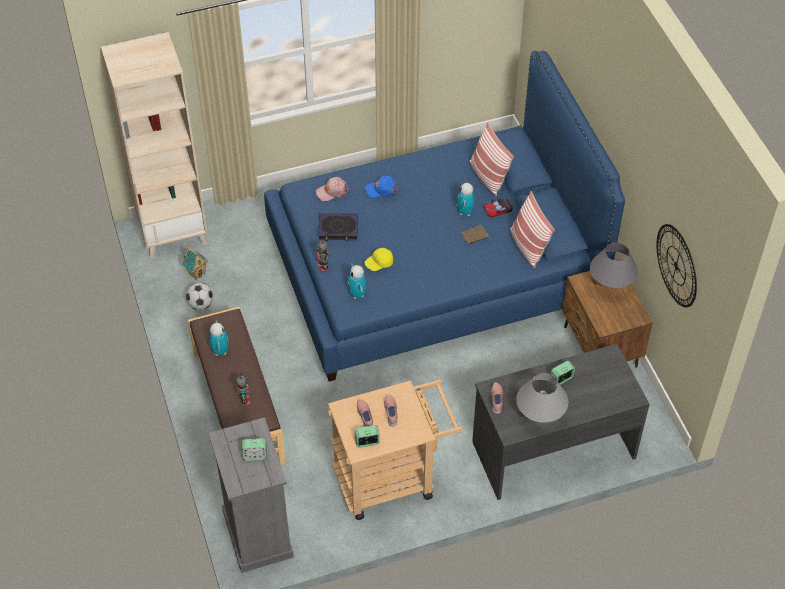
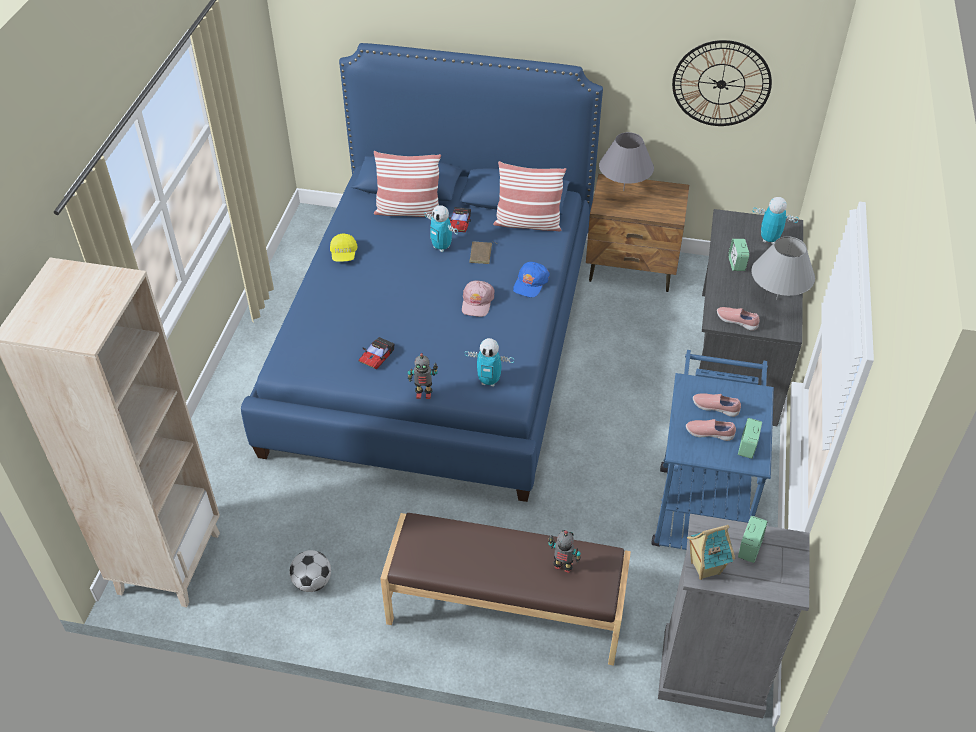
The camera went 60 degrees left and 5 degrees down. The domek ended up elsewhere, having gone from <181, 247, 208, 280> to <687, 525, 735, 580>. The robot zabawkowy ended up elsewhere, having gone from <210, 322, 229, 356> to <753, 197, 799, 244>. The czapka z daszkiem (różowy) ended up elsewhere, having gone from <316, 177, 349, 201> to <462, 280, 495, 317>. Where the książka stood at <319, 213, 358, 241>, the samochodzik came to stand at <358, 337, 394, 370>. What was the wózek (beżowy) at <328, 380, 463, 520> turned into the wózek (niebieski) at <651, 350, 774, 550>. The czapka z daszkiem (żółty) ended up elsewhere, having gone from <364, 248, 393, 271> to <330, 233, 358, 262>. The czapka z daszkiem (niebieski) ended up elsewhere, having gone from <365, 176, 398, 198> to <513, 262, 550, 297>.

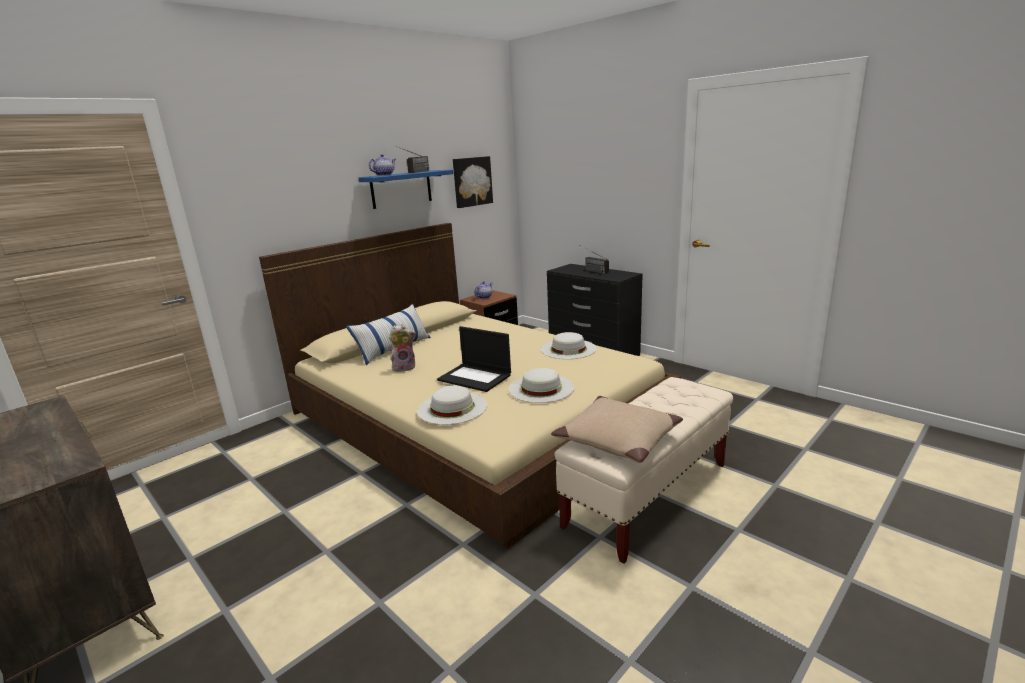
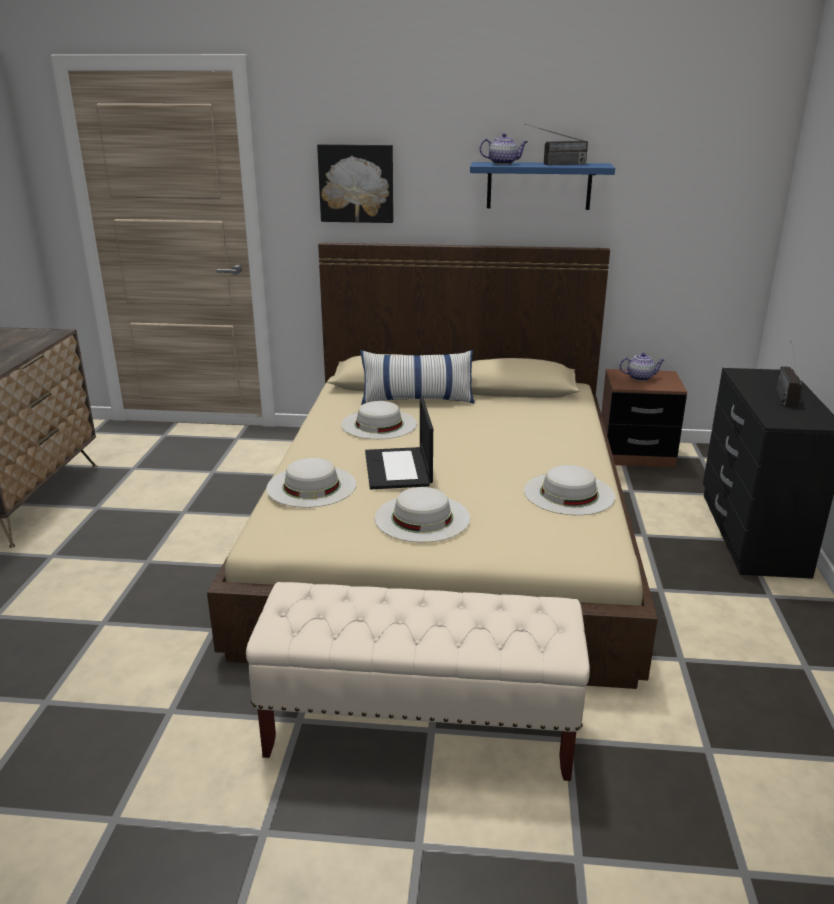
The camera went 50 degrees right and 5 degrees up. Where the pluszak stood at <389, 324, 416, 372>, the kapelusz (biały) came to stand at <341, 401, 417, 439>. The obraz ended up elsewhere, having gone from <453, 156, 493, 208> to <317, 144, 394, 223>. The second view lost the poduszka (beżowy) at <551, 396, 683, 463>.

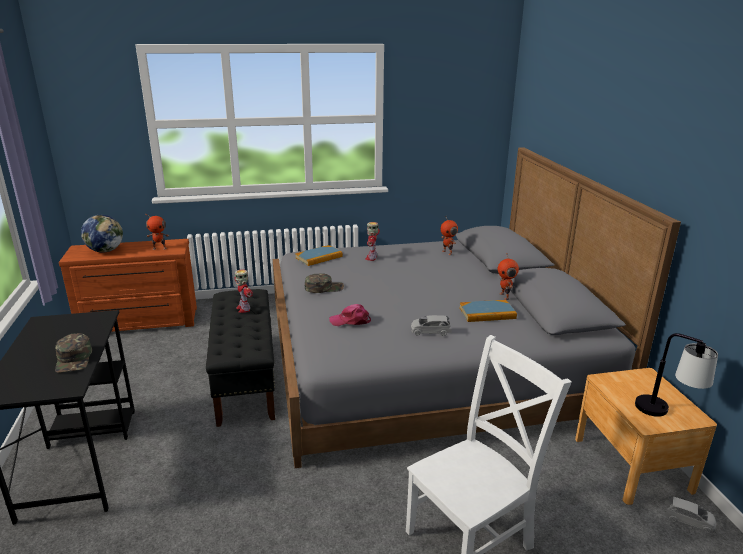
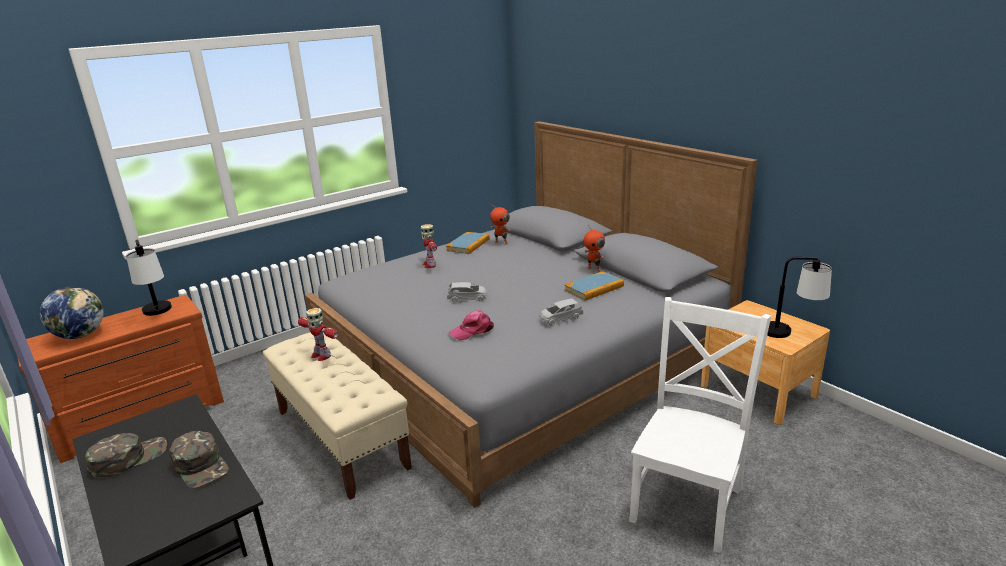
The camera went 25 degrees left and 0 degrees up. Where the robot zabawkowy stood at <145, 214, 169, 250>, the lampa stołowa came to stand at <126, 240, 172, 316>. What was the ławka (czarny) at <206, 289, 275, 427> turned into the ławka (beżowy) at <263, 332, 412, 500>. The książka ended up elsewhere, having gone from <295, 245, 343, 266> to <446, 232, 490, 254>. The czapka z daszkiem (zielony) ended up elsewhere, having gone from <305, 273, 344, 293> to <85, 433, 167, 478>. The samochodzik (szary) ended up elsewhere, having gone from <664, 496, 716, 534> to <447, 282, 487, 302>.

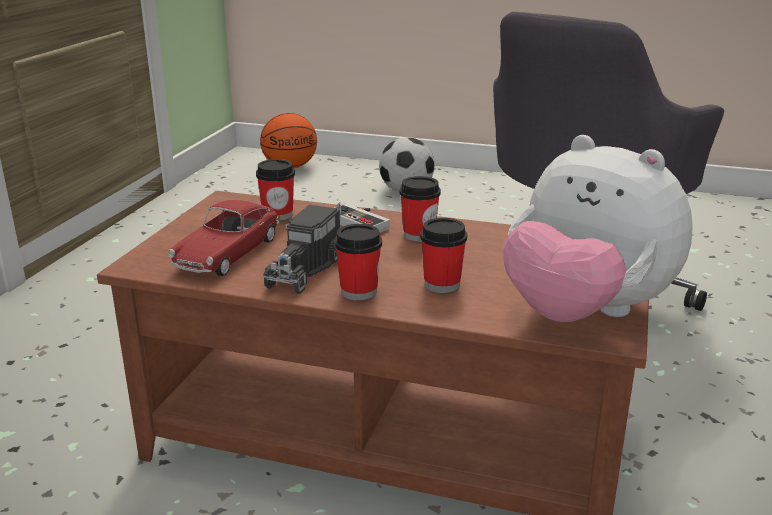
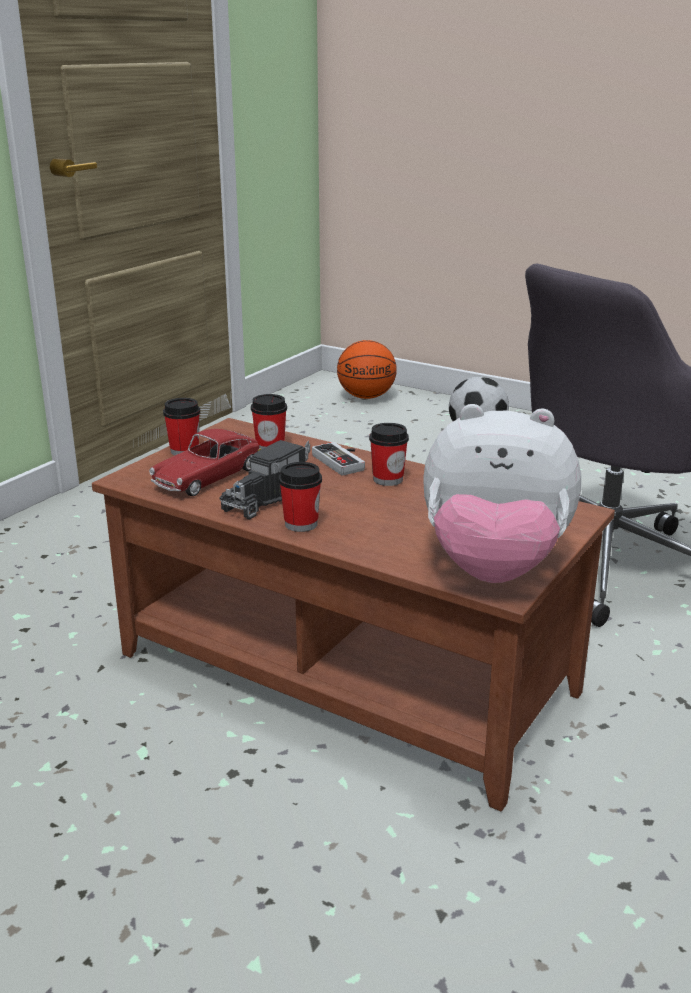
The camera went 15 degrees right and 0 degrees up. The filiżanka ended up elsewhere, having gone from <420, 218, 467, 293> to <163, 398, 200, 455>. The pluszak at <503, 135, 693, 322> ended up facing another way, 45 degrees counterclockwise from before.

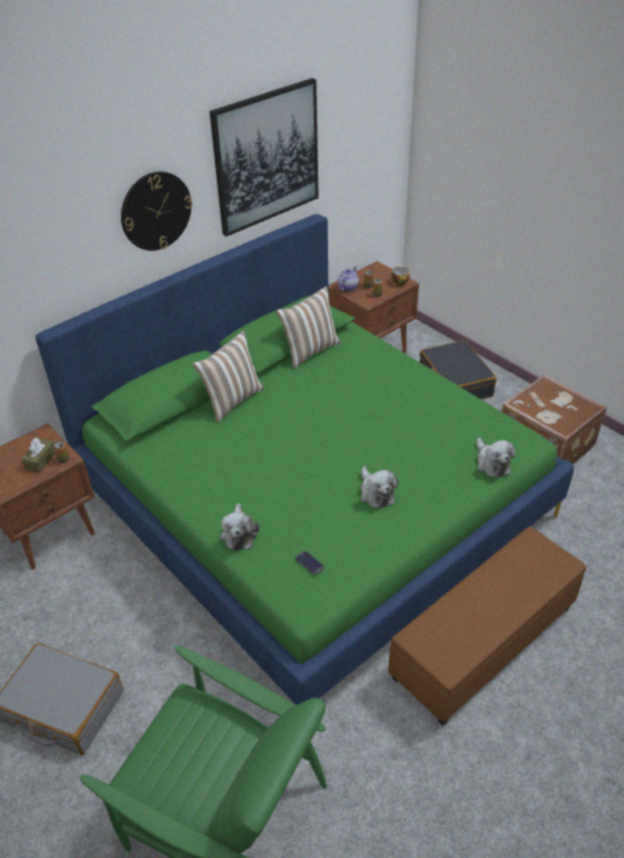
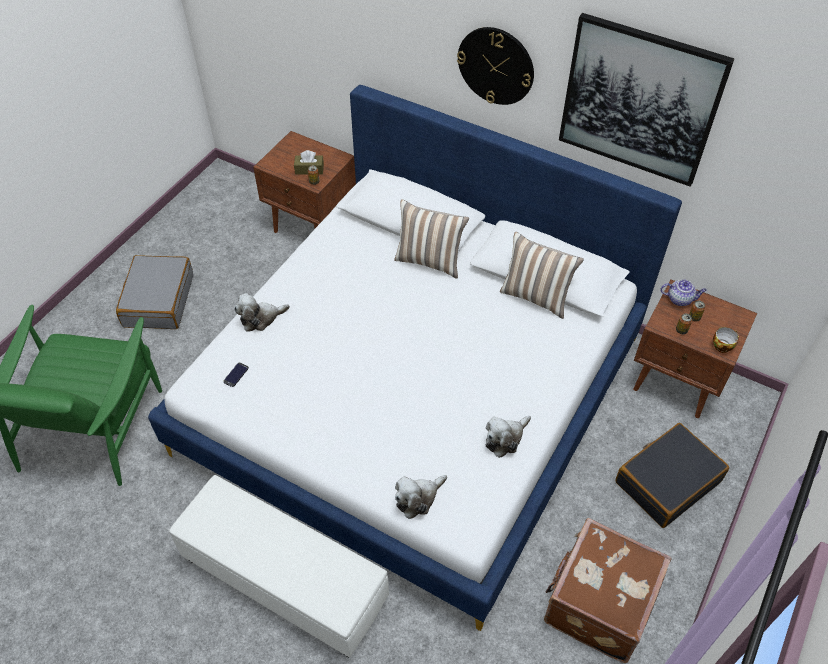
The camera went 70 degrees right and 10 degrees up. What was the łóżko (zielony) at <35, 214, 574, 705> turned into the łóżko (biały) at <148, 85, 682, 631>. The pluszak ended up elsewhere, having gone from <361, 466, 398, 509> to <486, 416, 531, 458>. What was the pufa (brązowy) at <388, 527, 586, 725> turned into the pufa (biały) at <169, 475, 389, 657>.

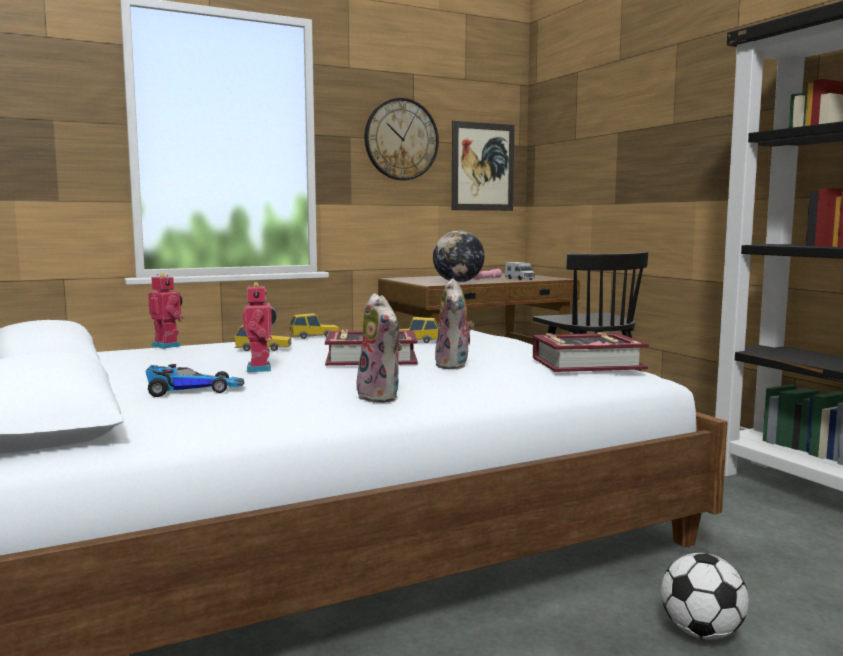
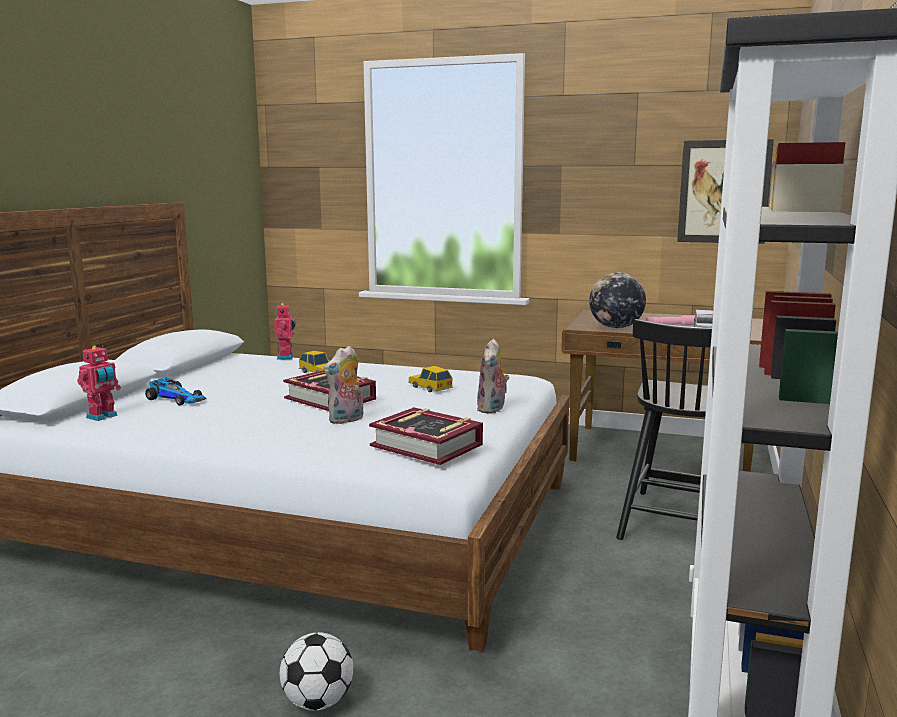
The camera went 45 degrees right and 5 degrees up. The robot zabawkowy ended up elsewhere, having gone from <243, 282, 277, 372> to <77, 345, 121, 421>. The second view lost the samochodzik at <289, 313, 340, 339>. The pluszak ended up elsewhere, having gone from <357, 293, 402, 403> to <477, 339, 509, 414>. The second view lost the zegar ścienny at <365, 98, 439, 180>.

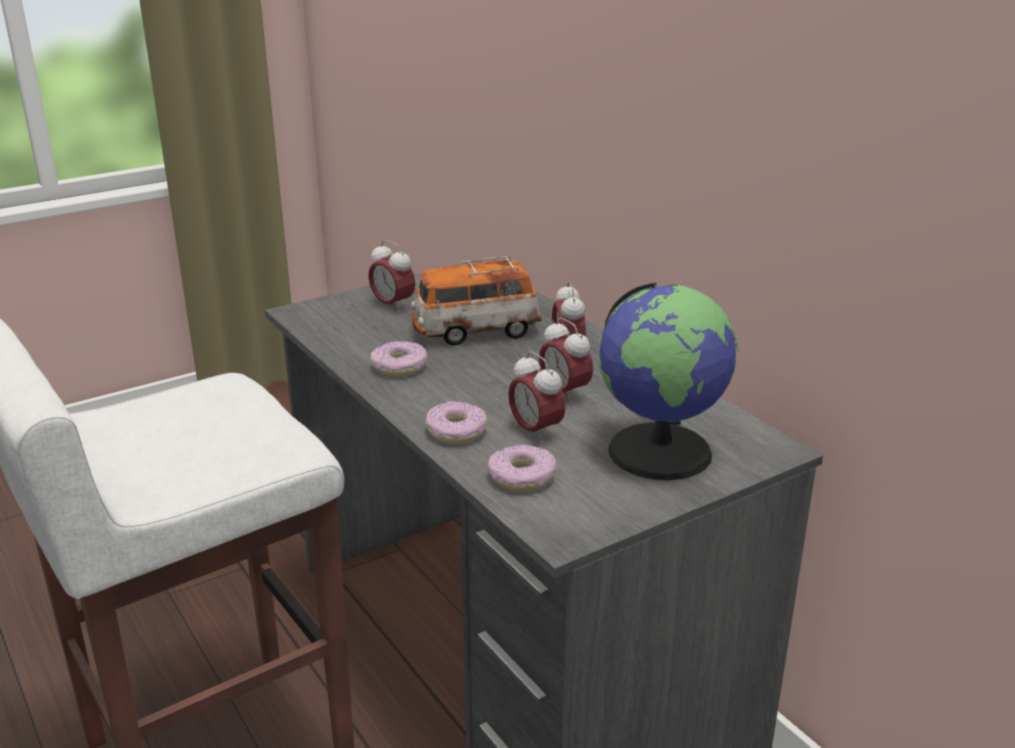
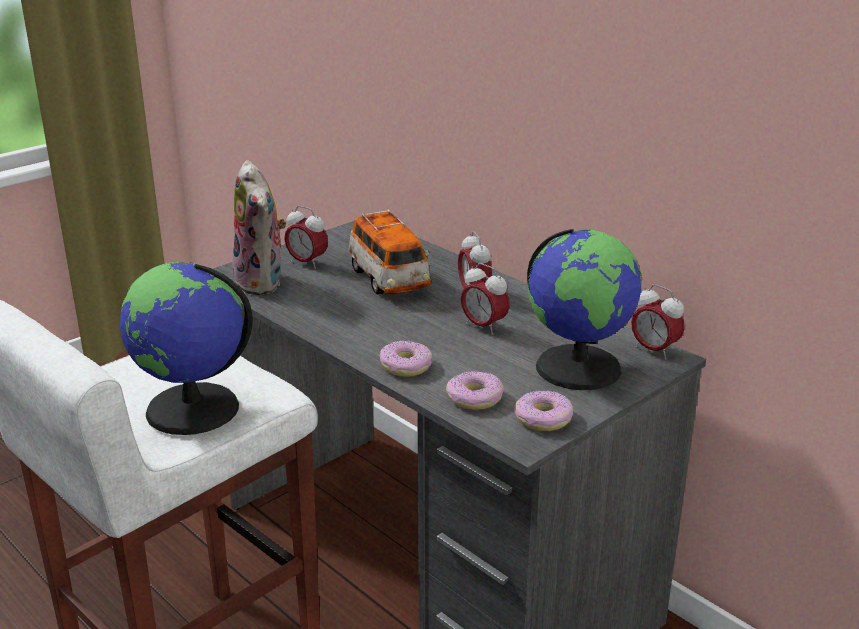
The camera went 10 degrees left and 0 degrees up. The donut ended up elsewhere, having gone from <370, 341, 428, 377> to <514, 391, 573, 431>. The samochodzik at <411, 256, 542, 345> ended up facing another way, 90 degrees counterclockwise from before. The budzik ended up elsewhere, having gone from <508, 352, 565, 444> to <631, 285, 685, 360>. The second view gained the globus at <120, 262, 253, 435>. The second view gained the pluszak at <232, 160, 286, 295>.

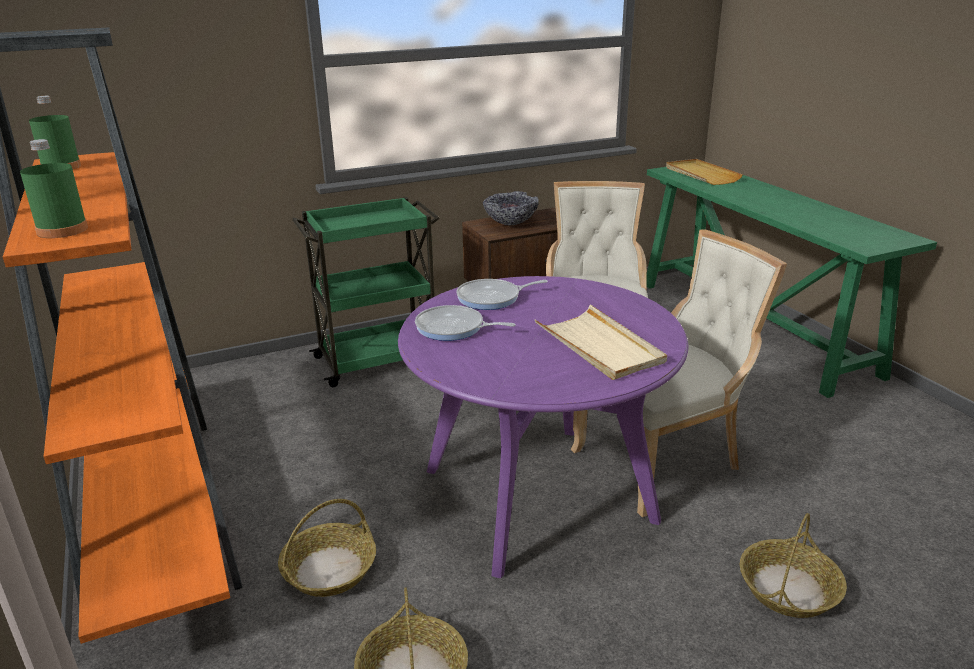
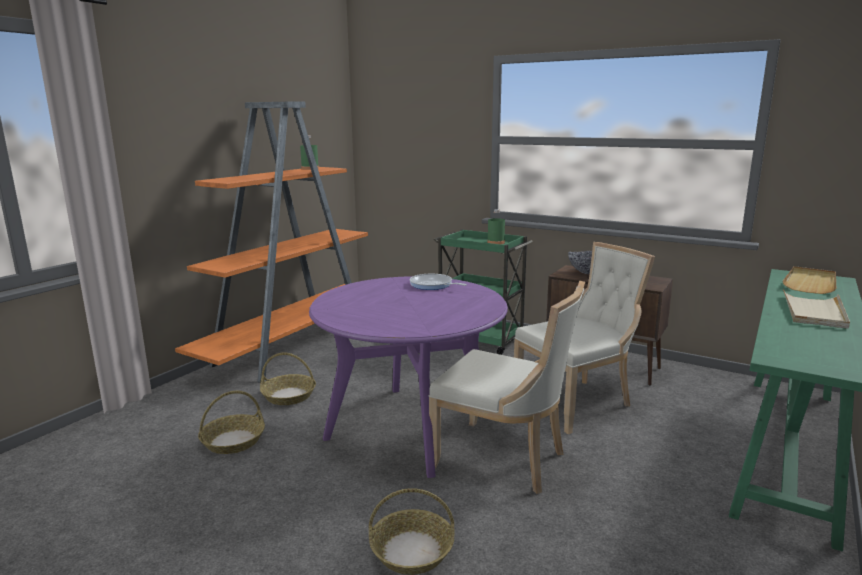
The camera went 55 degrees right and 10 degrees down. The butelka (zielony) ended up elsewhere, having gone from <20, 139, 88, 238> to <487, 209, 505, 244>. The second view lost the patelnia at <415, 305, 516, 341>. The taca (beżowy) ended up elsewhere, having gone from <535, 305, 667, 380> to <783, 289, 850, 329>.

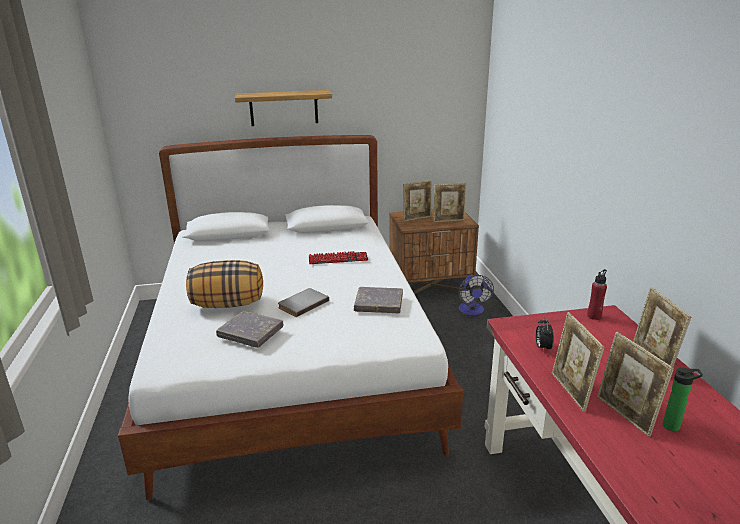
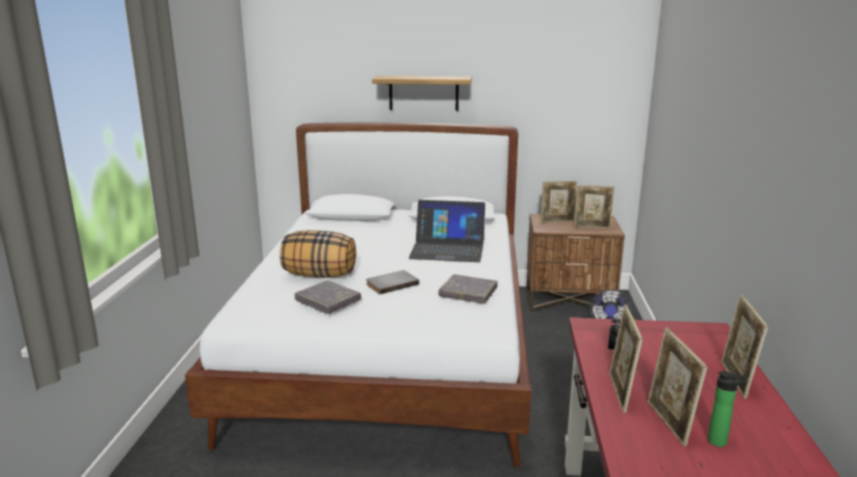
The camera went 15 degrees right and 5 degrees down. Where the klawiatura stood at <309, 251, 368, 264>, the laptop came to stand at <409, 200, 485, 262>. The second view lost the butelka (czerwony) at <587, 269, 607, 320>.

